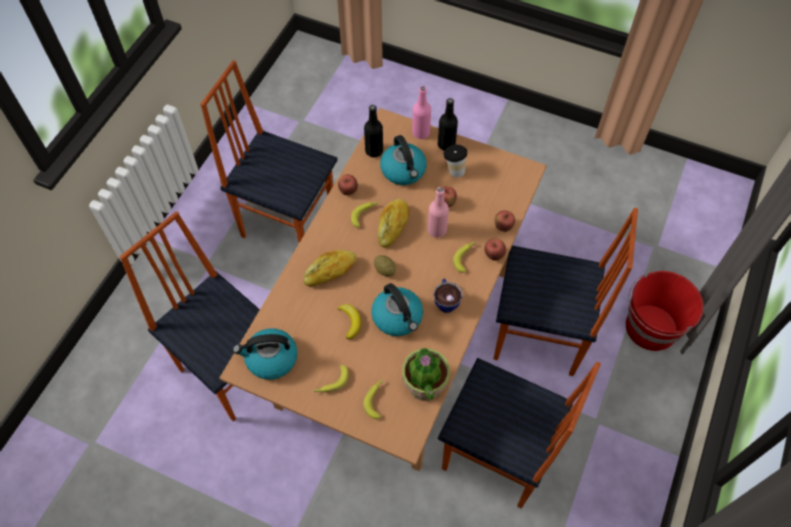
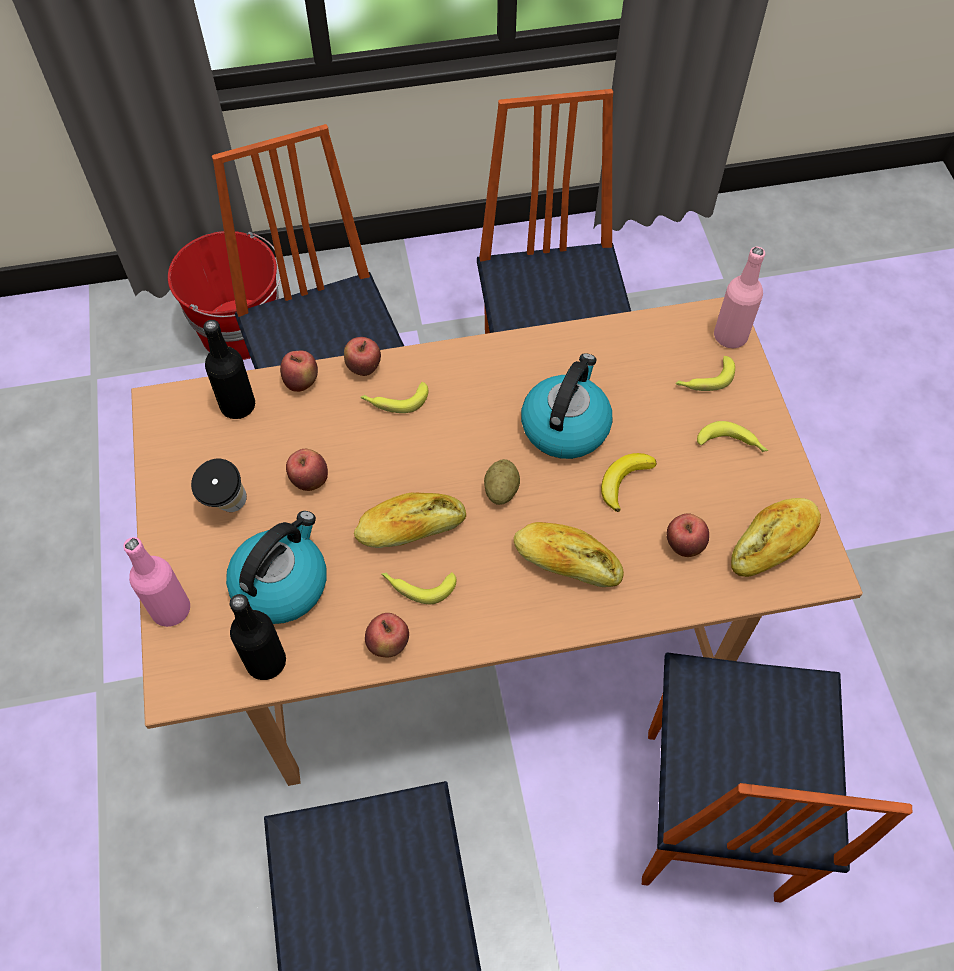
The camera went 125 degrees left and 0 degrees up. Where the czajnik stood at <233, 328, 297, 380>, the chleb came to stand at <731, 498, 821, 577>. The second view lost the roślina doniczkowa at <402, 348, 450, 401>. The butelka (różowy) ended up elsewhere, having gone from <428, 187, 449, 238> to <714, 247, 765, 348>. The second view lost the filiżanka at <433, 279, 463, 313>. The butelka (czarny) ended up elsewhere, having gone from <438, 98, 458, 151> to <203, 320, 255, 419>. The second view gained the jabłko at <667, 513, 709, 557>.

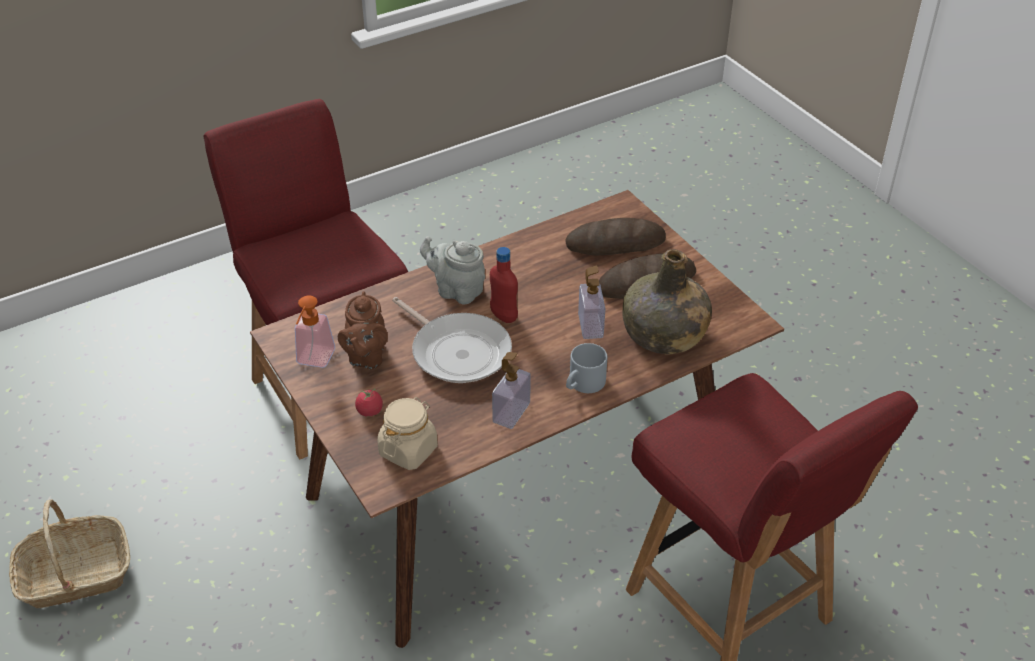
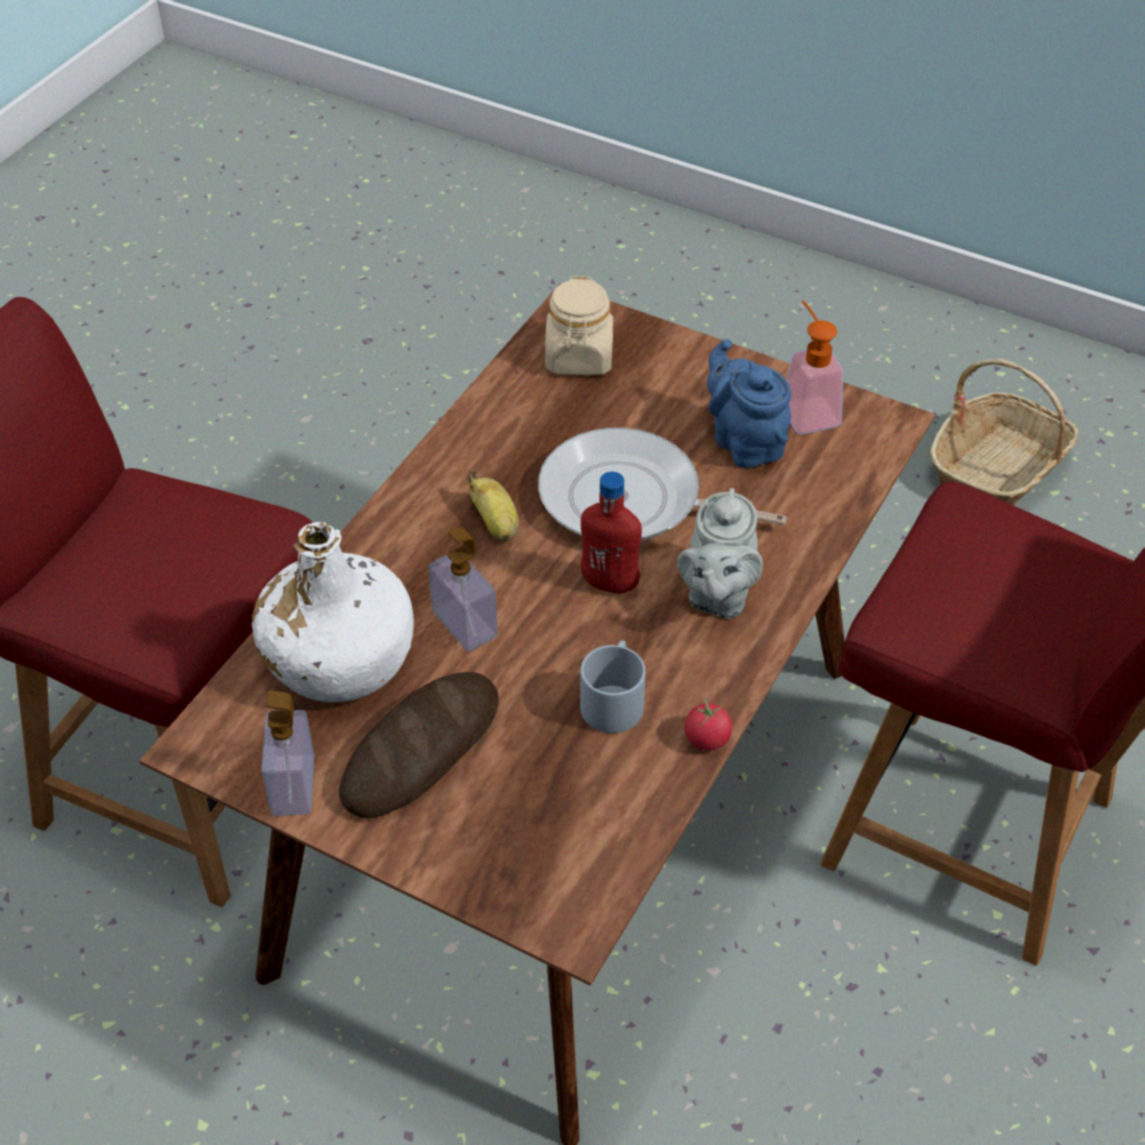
The camera went 150 degrees right and 5 degrees up. What was the imbryk (brązowy) at <338, 291, 388, 369> turned into the imbryk (niebieski) at <707, 339, 791, 468>. The pomidor ended up elsewhere, having gone from <355, 389, 383, 417> to <684, 698, 732, 750>. The imbryk (szary) at <420, 236, 485, 305> ended up facing another way, 105 degrees clockwise from before. The dozownik mydła ended up elsewhere, having gone from <492, 352, 531, 429> to <261, 690, 314, 816>. The second view lost the chleb at <565, 218, 666, 255>. The kubek (szary) ended up elsewhere, having gone from <566, 343, 607, 393> to <580, 640, 646, 733>. What was the butelka (zielony) at <622, 249, 712, 355> turned into the butelka (biały) at <252, 522, 414, 702>. The second view gained the banan at <468, 470, 519, 542>.

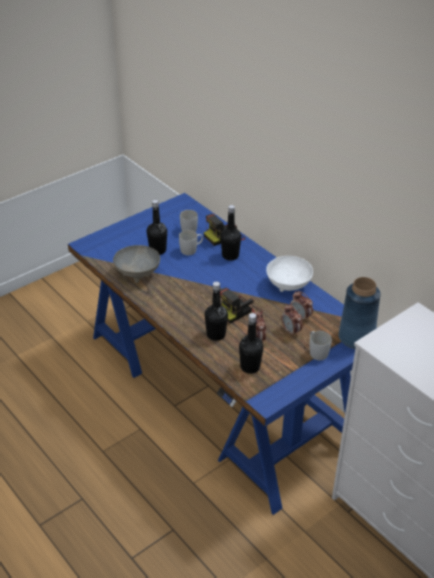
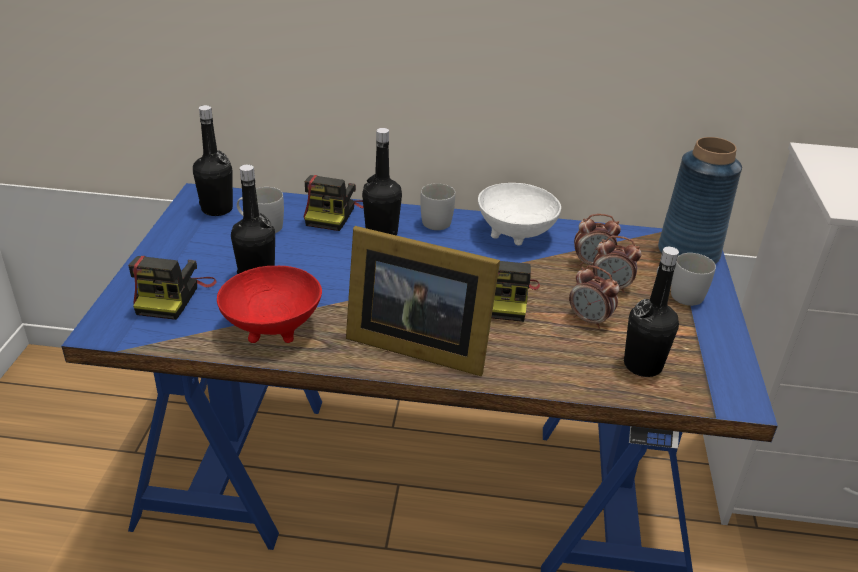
The camera went 45 degrees left and 5 degrees down. What was the miska (szary) at <113, 245, 160, 283> turned into the miska (czerwony) at <217, 266, 322, 343>. The kubek (biały) ended up elsewhere, having gone from <179, 230, 203, 255> to <420, 183, 455, 230>. The butelka (czarny) ended up elsewhere, having gone from <205, 281, 228, 341> to <193, 105, 233, 216>. The second view gained the aparat fotograficzny at <128, 256, 217, 320>. The second view gained the ramka na zdjęcie at <346, 226, 500, 376>.

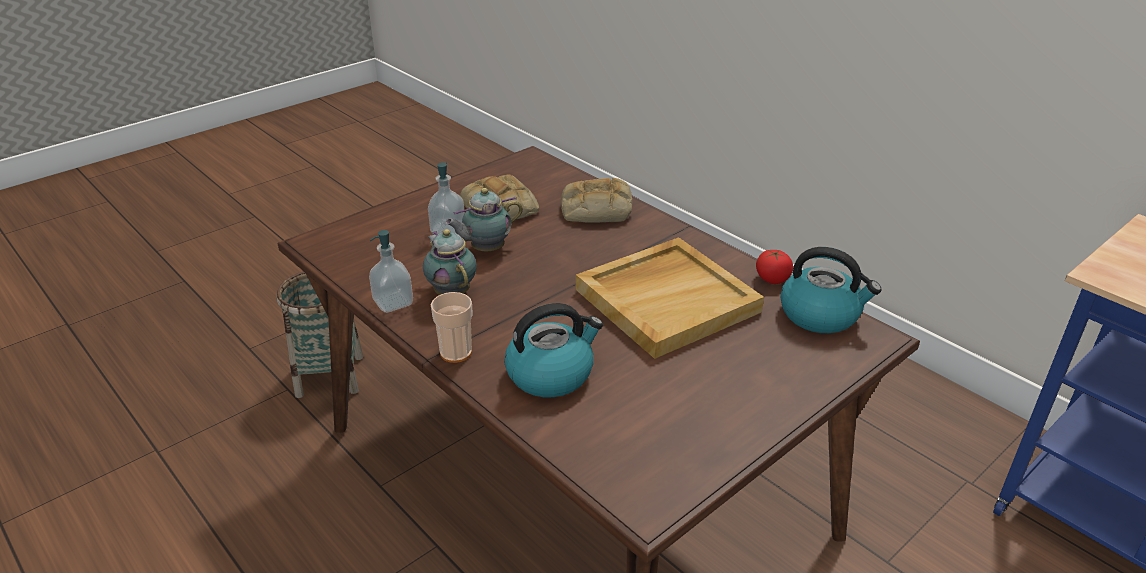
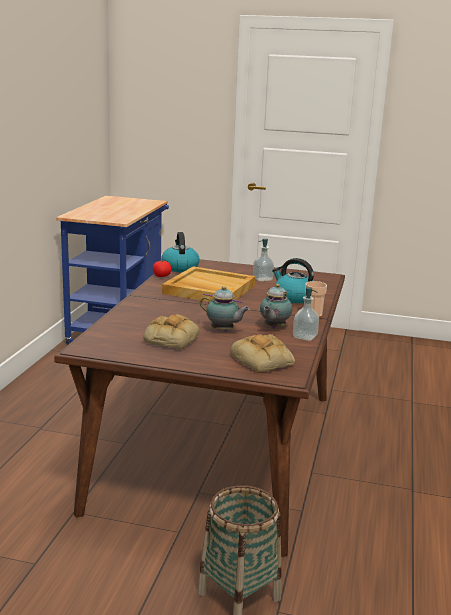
The camera went 125 degrees left and 15 degrees down. The dozownik mydła ended up elsewhere, having gone from <428, 163, 465, 234> to <253, 239, 274, 281>. The chleb ended up elsewhere, having gone from <561, 178, 632, 223> to <230, 334, 295, 372>.

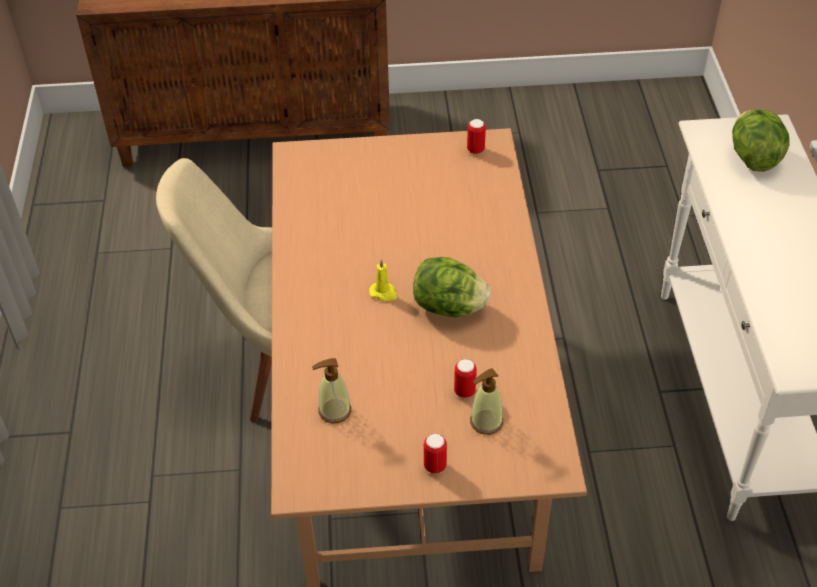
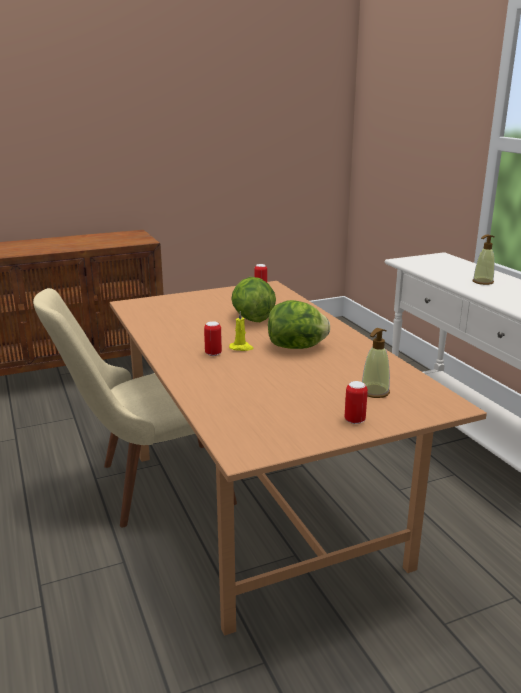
The camera went 20 degrees left and 25 degrees down. The dozownik mydła ended up elsewhere, having gone from <312, 358, 351, 424> to <473, 235, 495, 285>. The puszka ended up elsewhere, having gone from <454, 359, 477, 398> to <204, 321, 222, 356>. The sałata ended up elsewhere, having gone from <732, 109, 789, 172> to <231, 277, 276, 322>.

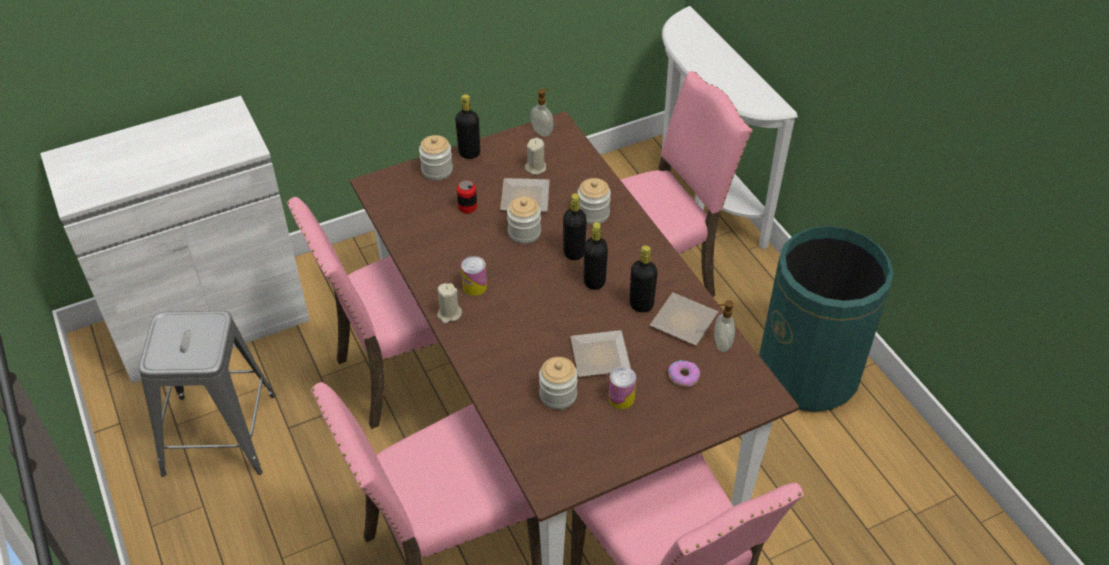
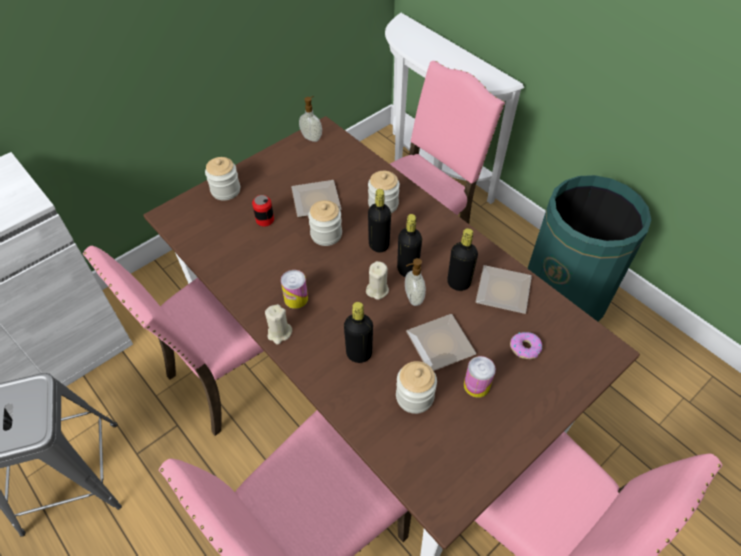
The camera went 15 degrees left and 5 degrees up. The butelka (czarny) ended up elsewhere, having gone from <455, 94, 480, 159> to <344, 302, 373, 363>. The świeca (beżowy) ended up elsewhere, having gone from <525, 138, 546, 175> to <366, 261, 389, 300>. The dozownik mydła ended up elsewhere, having gone from <714, 300, 735, 352> to <405, 258, 426, 306>.

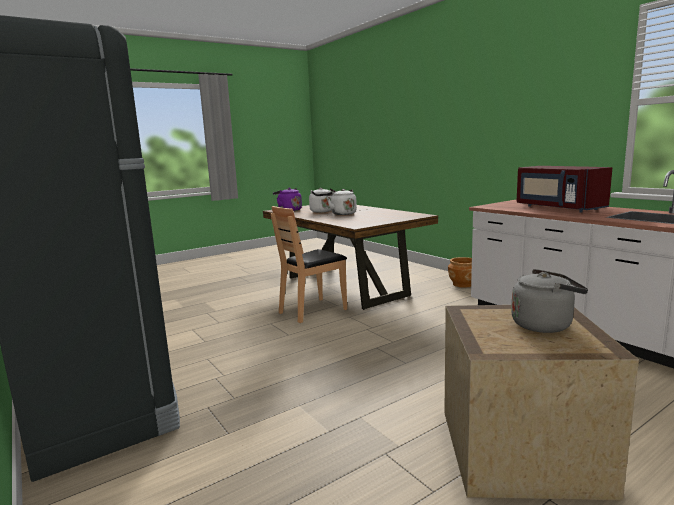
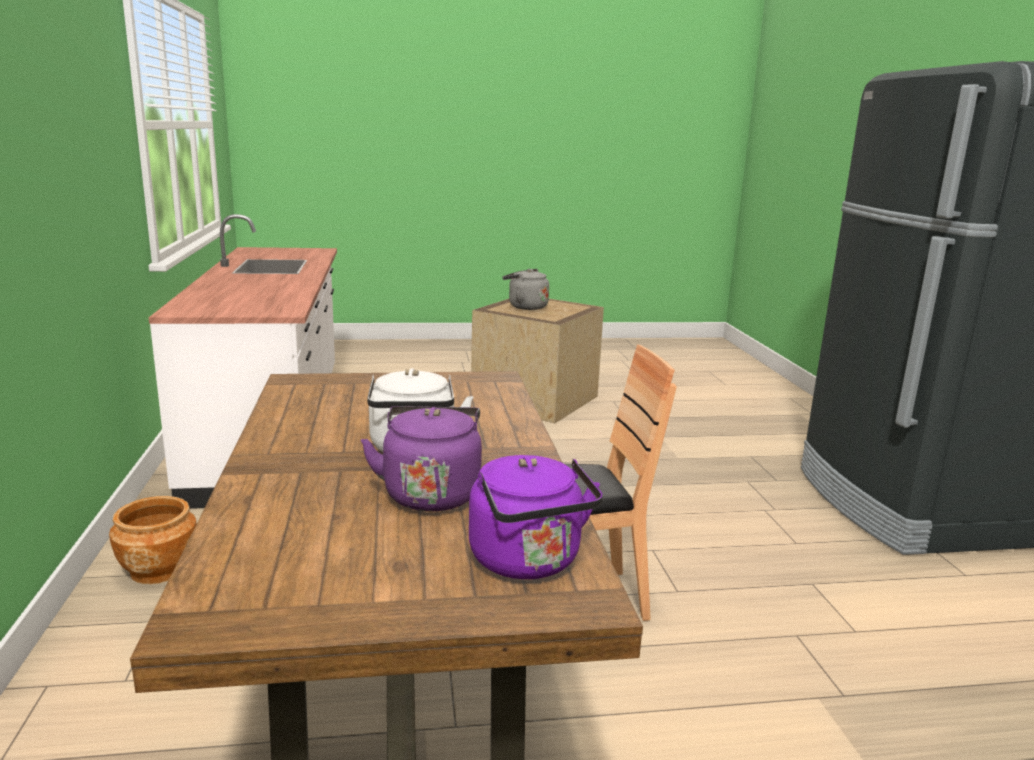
The camera went 155 degrees left and 5 degrees up. What was the czajnik (biały) at <309, 188, 336, 212> turned into the czajnik (fioletowy) at <361, 406, 482, 511>. The second view lost the mikrofalówka (czerwony) at <517, 166, 612, 212>.

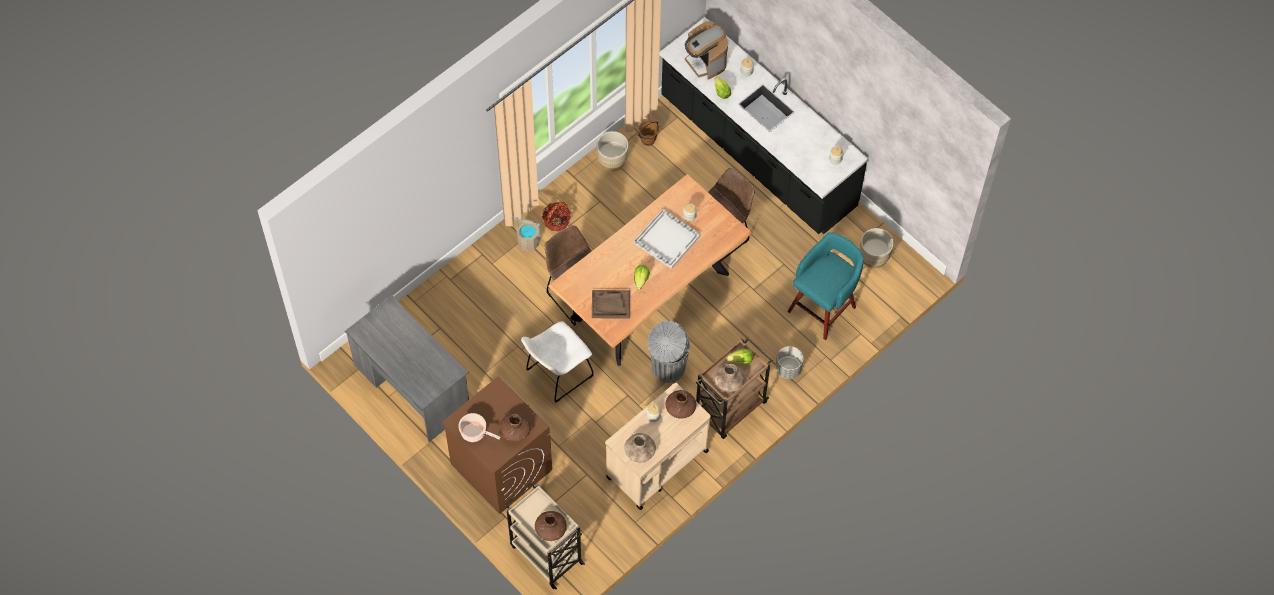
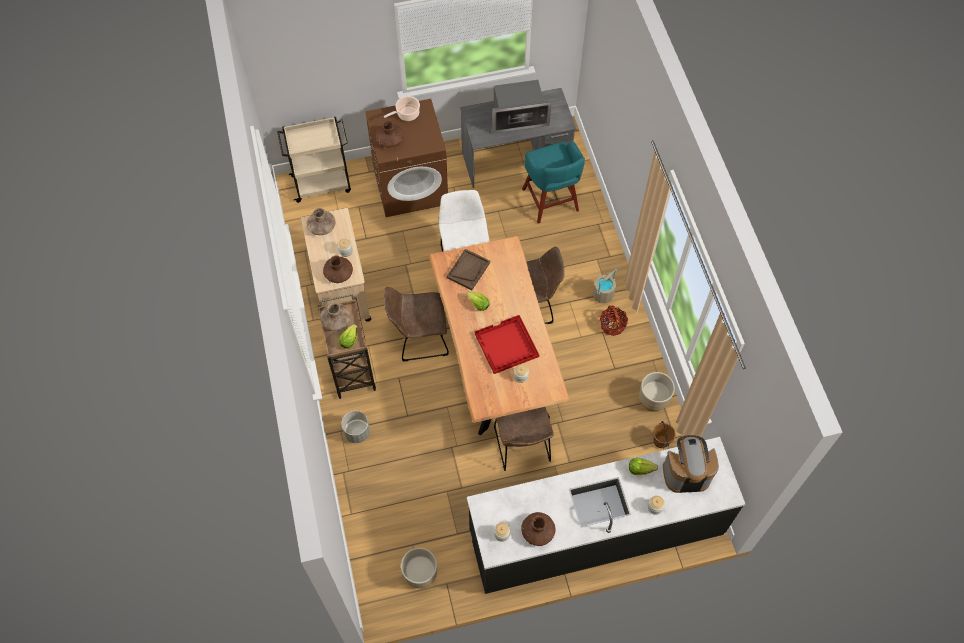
The camera went 120 degrees right and 0 degrees up. The wazon (brązowy) ended up elsewhere, having gone from <535, 511, 567, 541> to <521, 512, 555, 546>. What was the taca (biały) at <634, 209, 701, 269> turned into the taca (czerwony) at <475, 315, 539, 374>. Where the kosz na śmieci (szary) stood at <647, 321, 690, 383>, the krzesło (brązowy) came to stand at <384, 287, 449, 361>. The stołek (turkusowy) ended up elsewhere, having gone from <787, 232, 864, 340> to <522, 141, 585, 224>. The second view gained the mikrofalówka at <492, 80, 551, 134>.

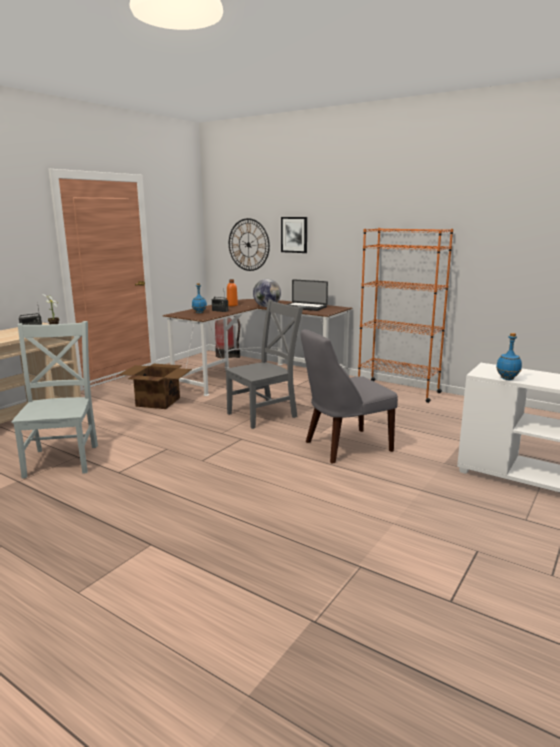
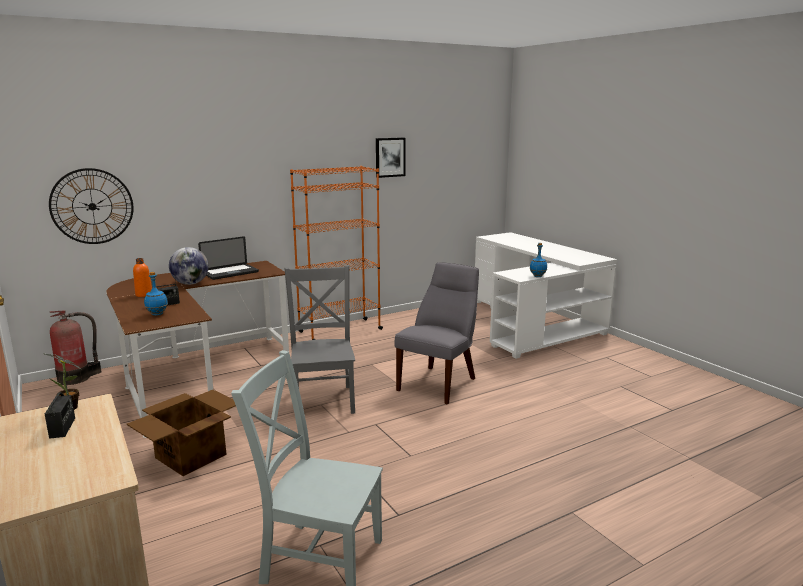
The camera went 65 degrees left and 0 degrees up. The obraz ended up elsewhere, having gone from <281, 217, 307, 253> to <376, 138, 406, 178>. The krzesło (szary) at <301, 329, 398, 464> ended up facing another way, 150 degrees counterclockwise from before.

